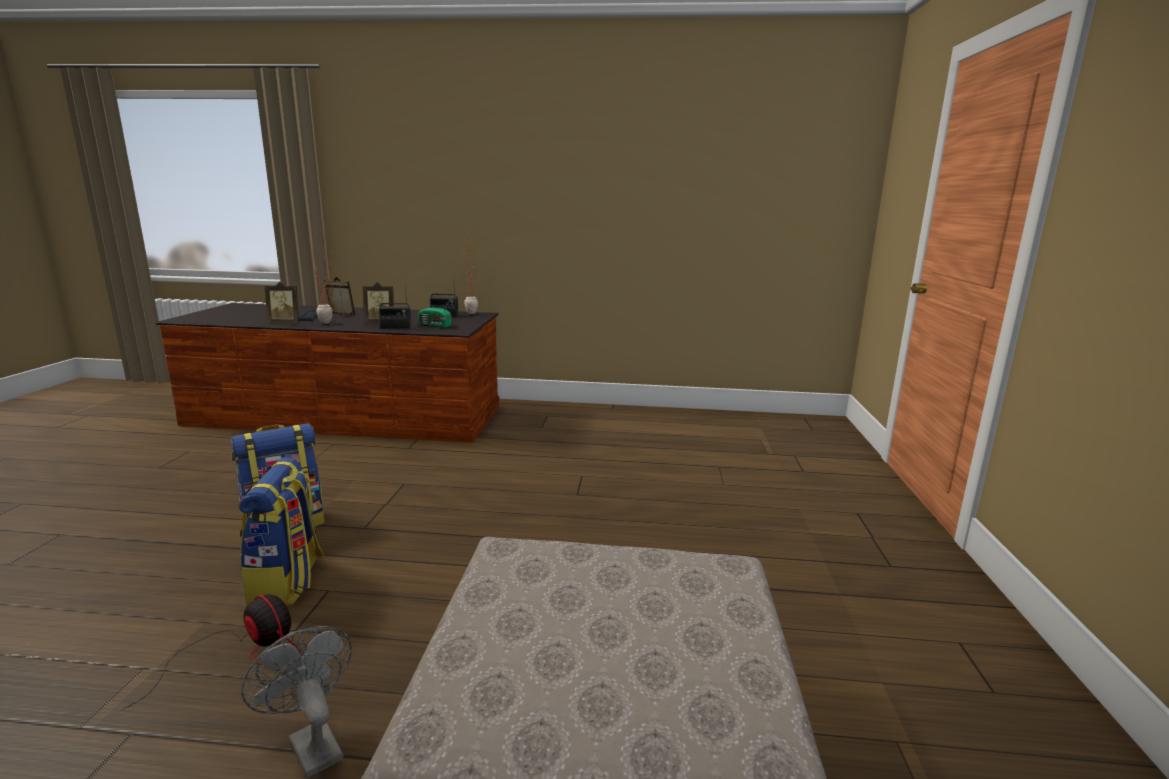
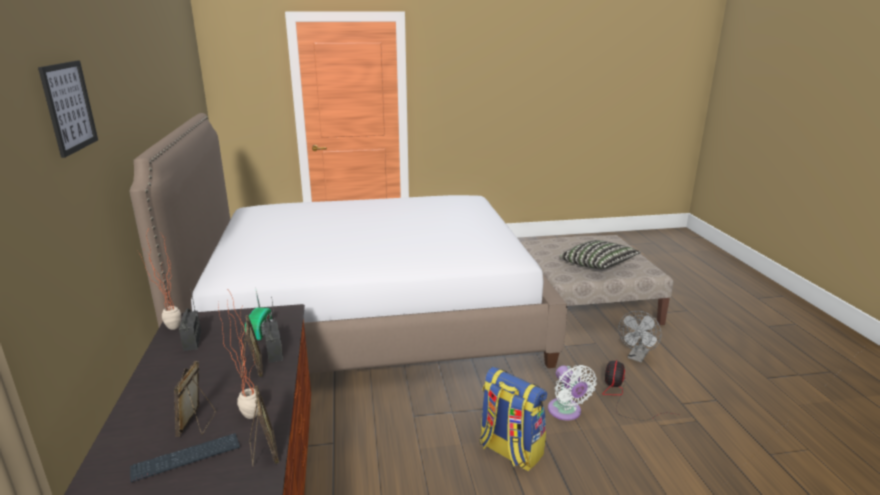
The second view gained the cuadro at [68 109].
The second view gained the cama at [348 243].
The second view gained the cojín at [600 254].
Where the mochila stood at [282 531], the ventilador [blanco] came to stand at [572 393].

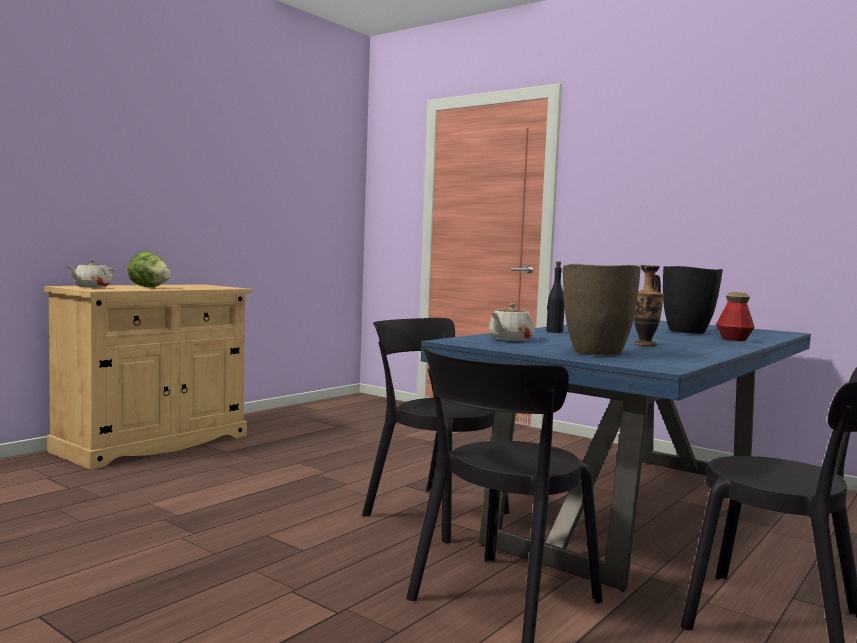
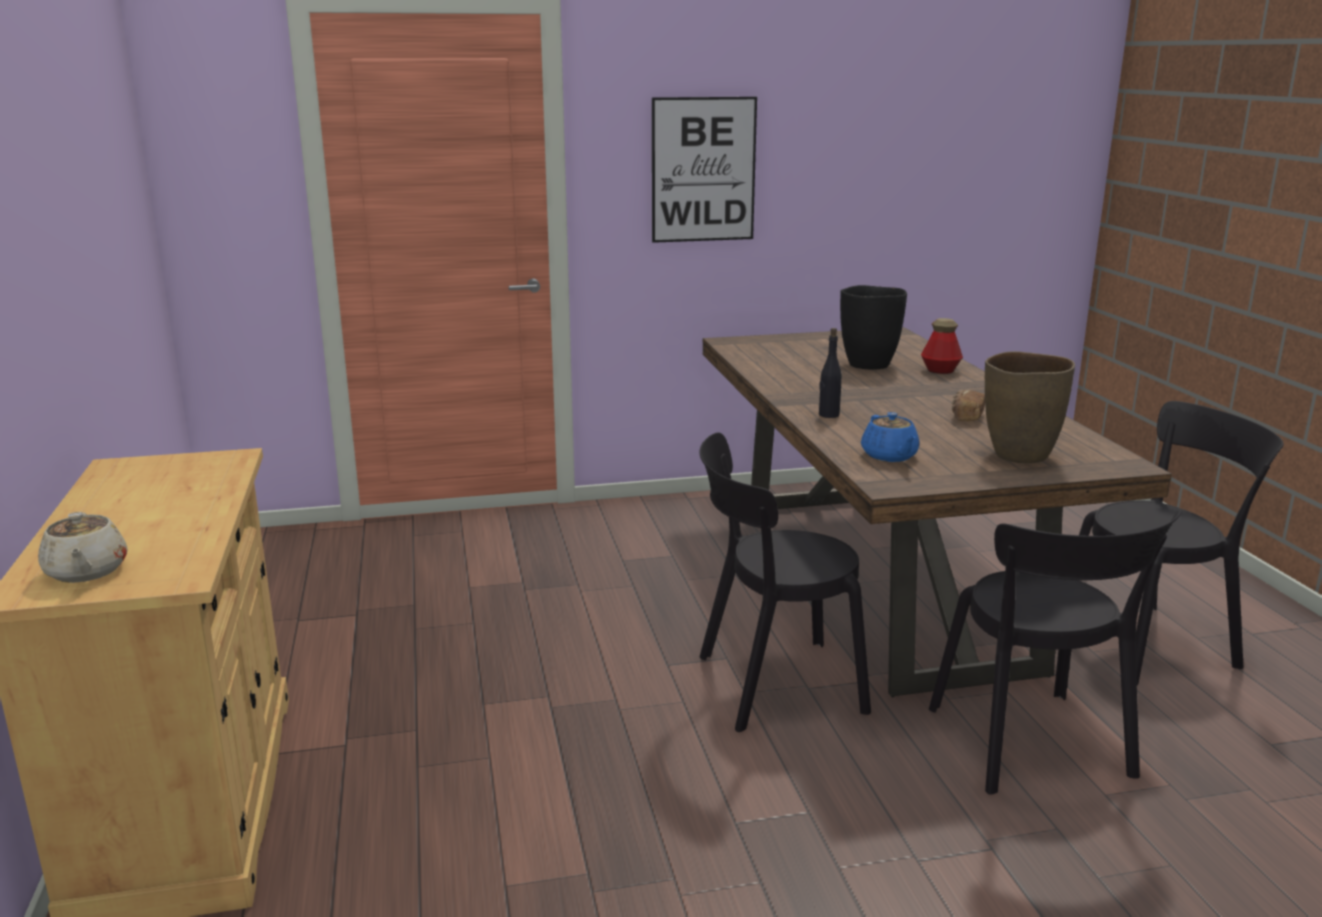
The second view lost the lechuga at [149 269].
The second view gained the cuadro at [704 170].
Where the florero stood at [649 305], the pan came to stand at [968 405].
What was the mesa de comedor [azul] at [616 456] turned into the mesa de comedor [marrón] at [937 512].
What was the tetera [beis] at [511 322] turned into the tetera [azul] at [890 437].

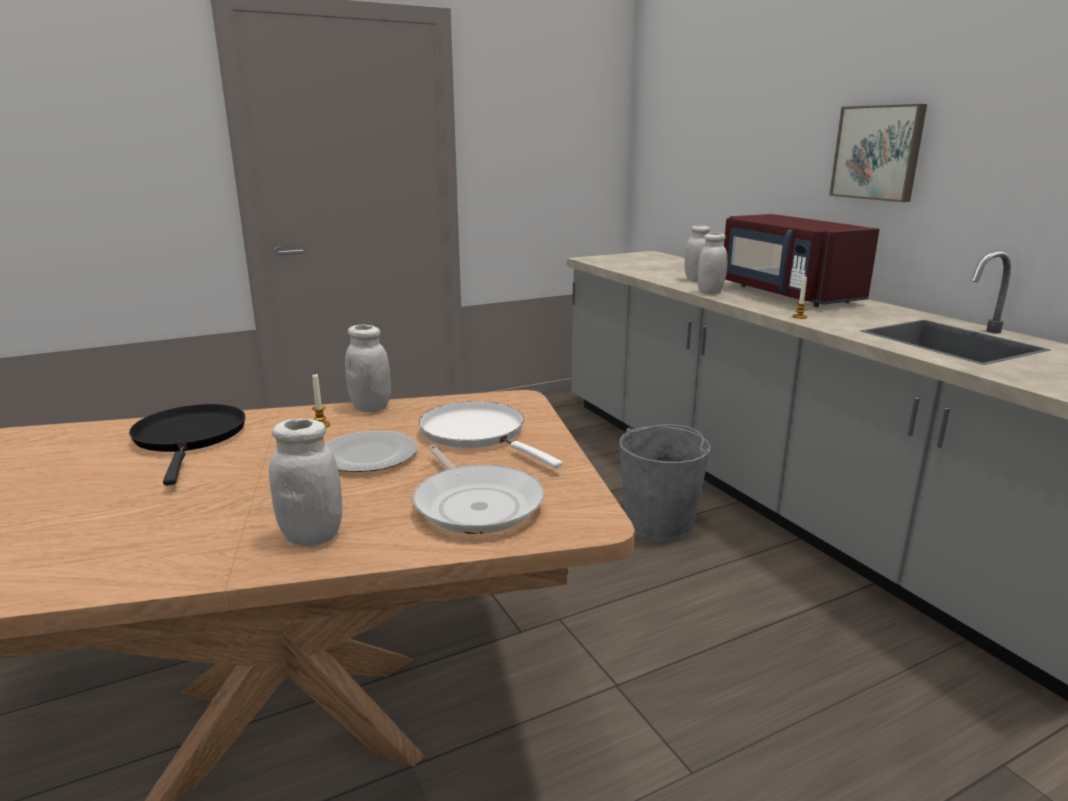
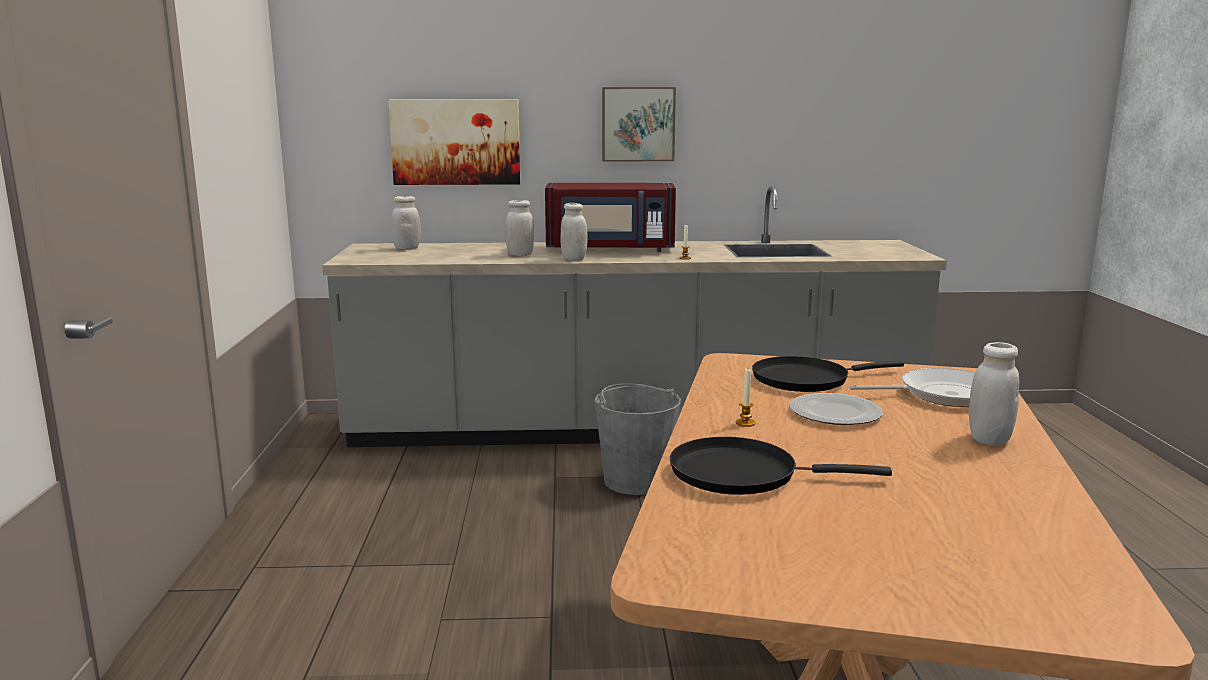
The second view gained the cuadro at [454 142].
The tarro [blanco] ended up elsewhere, having gone from [368 368] to [406 223].
What was the sartén [blanco] at [491 435] turned into the sartén [negro] at [828 374].

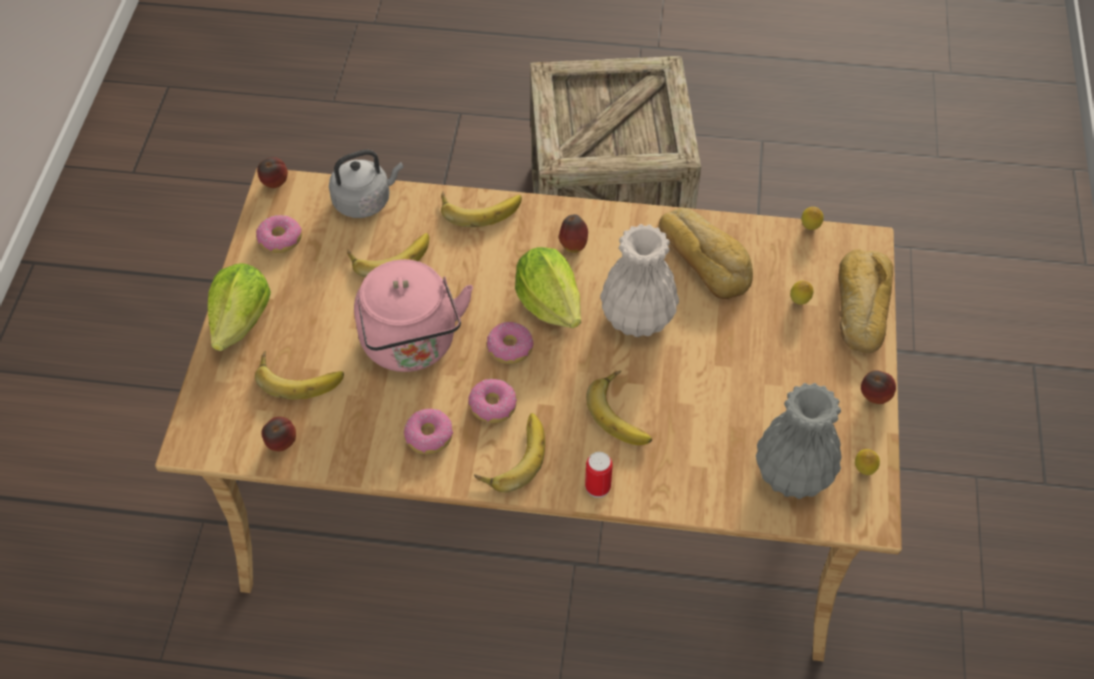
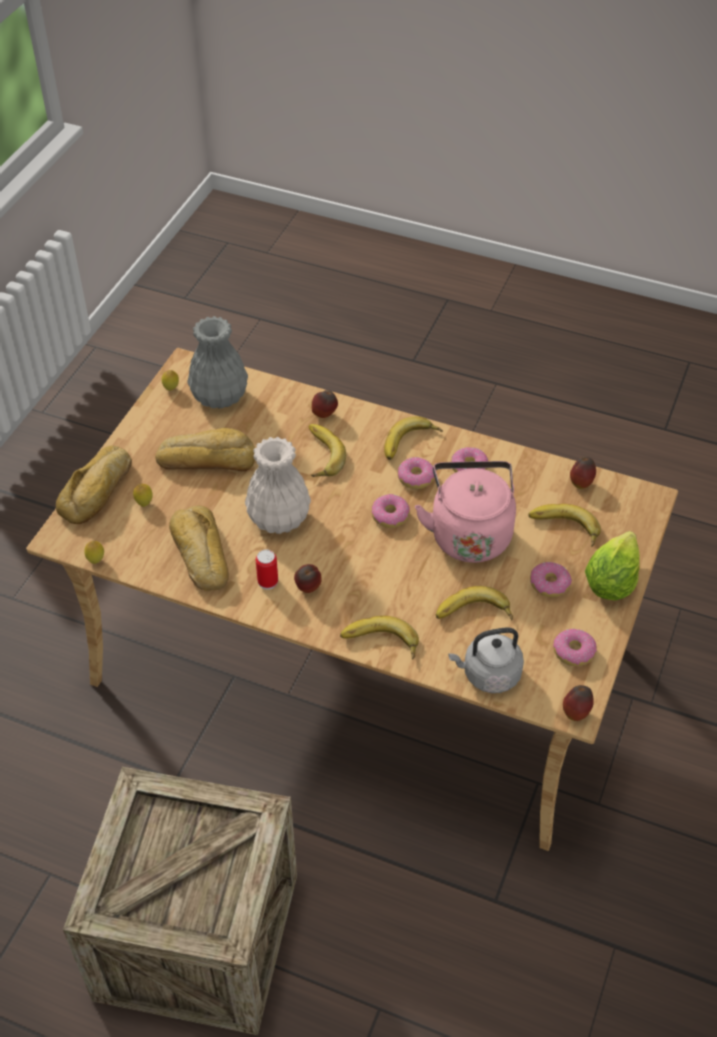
The second view lost the lechuga at [548 287].
The second view gained the pan at [205 449].
The second view gained the rosquilla at [551 579].
The lata ended up elsewhere, having gone from [599 475] to [267 569].
The manzana ended up elsewhere, having gone from [878 387] to [325 404].

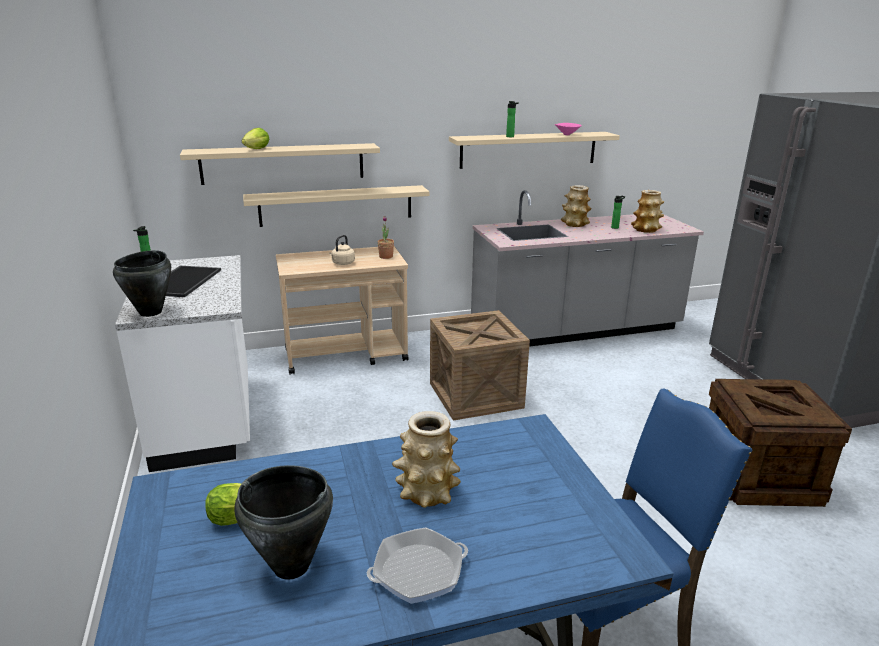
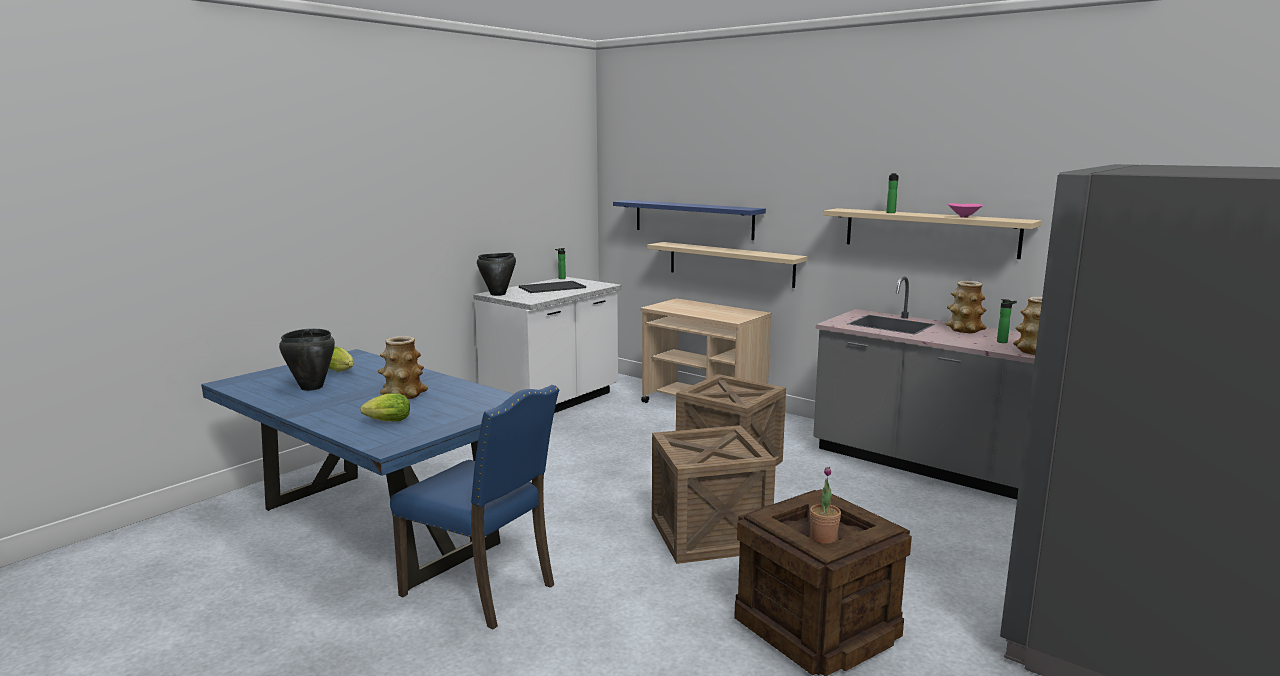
The second view lost the hervidor [beis] at [342 250].
The second view lost the sartén at [417 565].
The second view gained the caja de embalaje at [714 494].
The lechuga ended up elsewhere, having gone from [255 138] to [385 407].
The planta en maceta ended up elsewhere, having gone from [386 237] to [825 505].
What was the estante [beis] at [280 164] turned into the estante [azul] at [689 220].

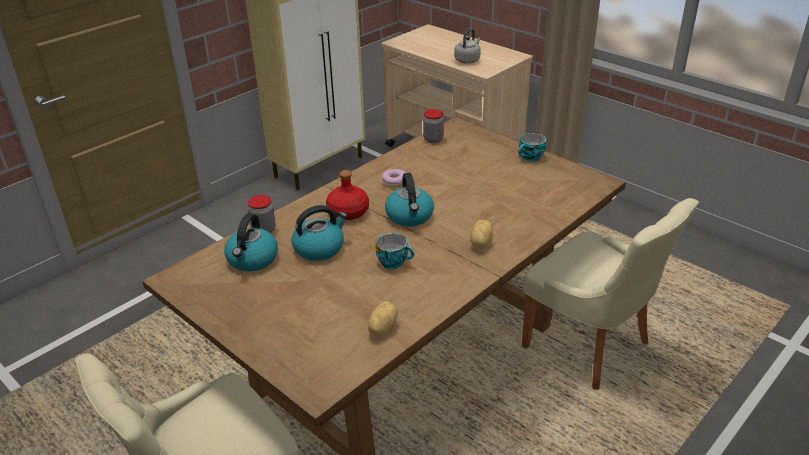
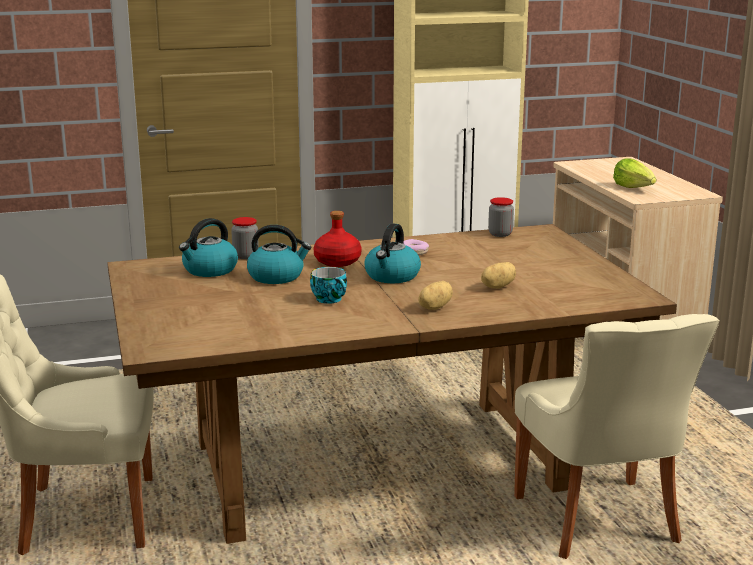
The second view lost the taza at [532 147].
The patata ended up elsewhere, having gone from [383 318] to [498 275].
Where the hervidor [gris] stood at [467 46], the lechuga came to stand at [634 173].

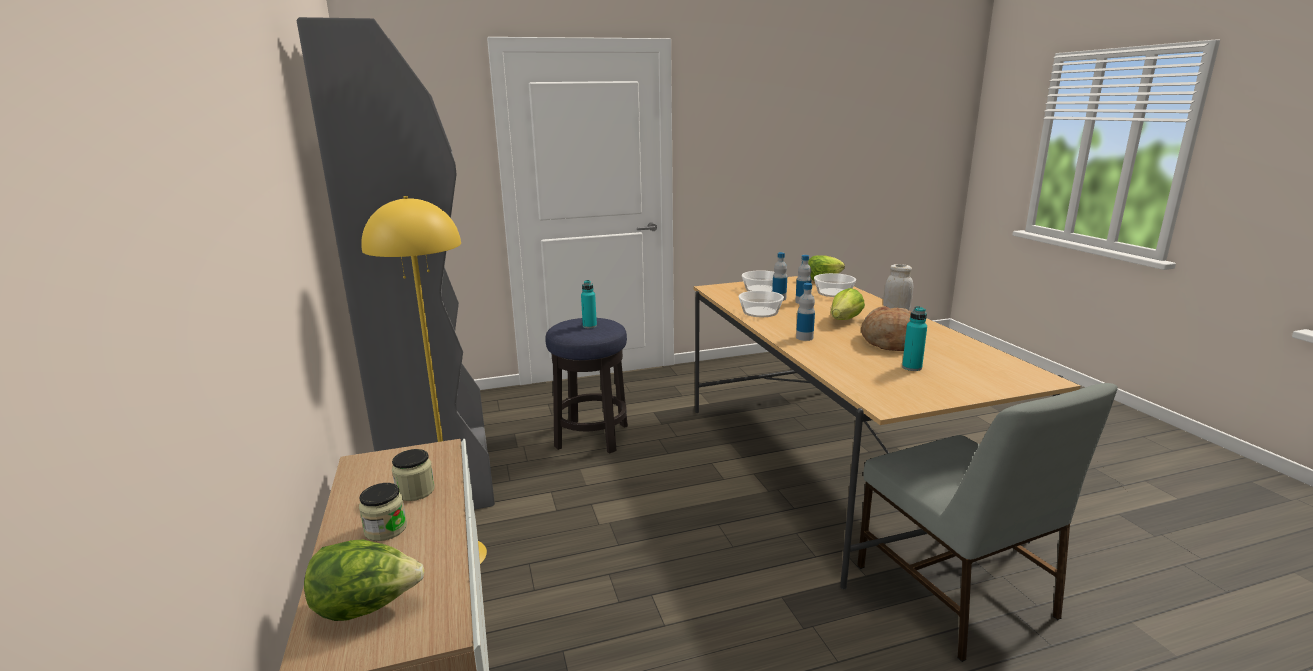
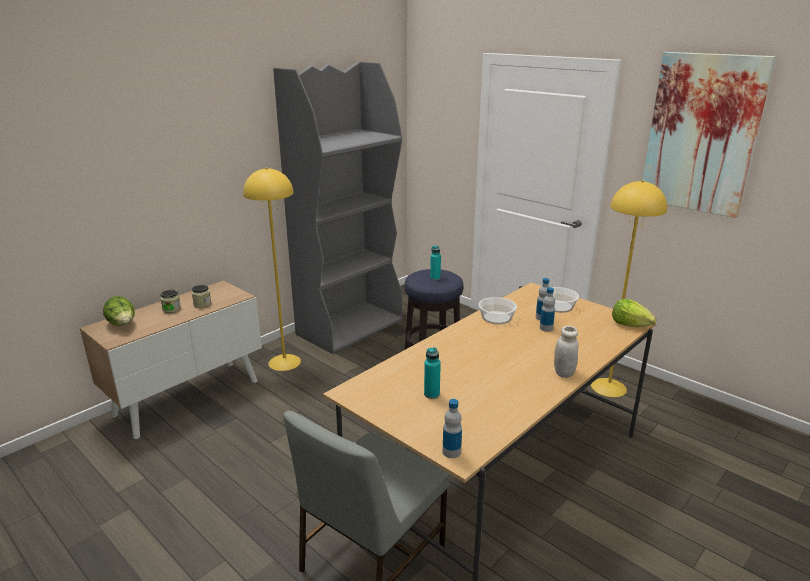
The second view lost the cuenco at [835 285].
The second view lost the lechuga at [848 304].
The second view lost the pan at [886 328].
The second view gained the lámpara de pie [amarillo] at [629 288].
The second view gained the cuadro at [709 135].
The botella ended up elsewhere, having gone from [805 312] to [452 428].

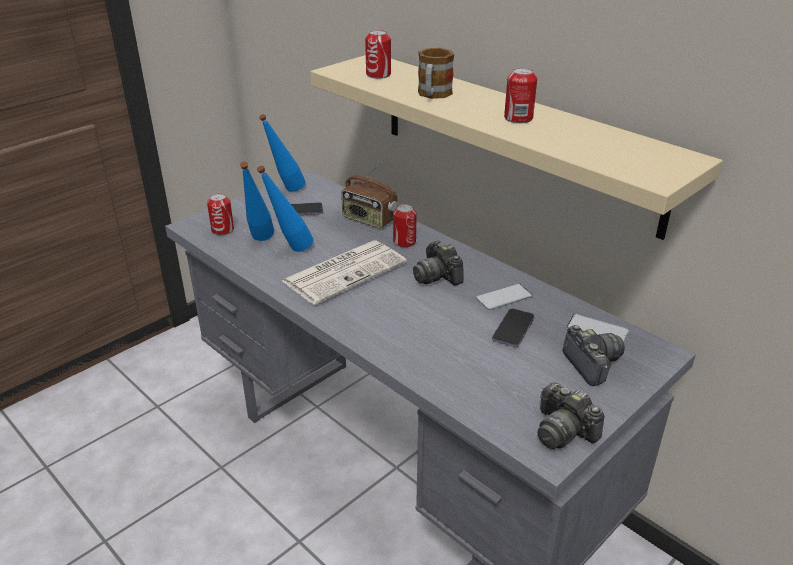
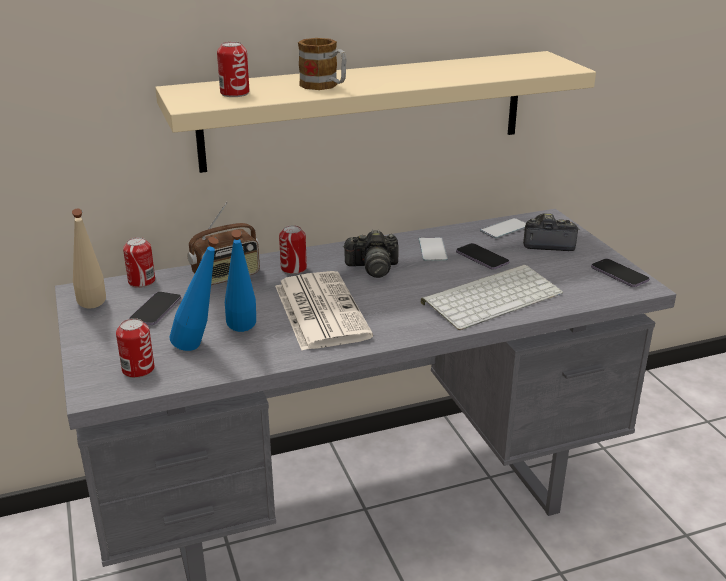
The second view gained the teclado at [492 297].
The lata ended up elsewhere, having gone from [520 96] to [139 262].
Where the cámara stood at [571 415], the móvil came to stand at [620 273].
What was the botella [azul] at [282 153] turned into the botella [beis] at [89 259].

